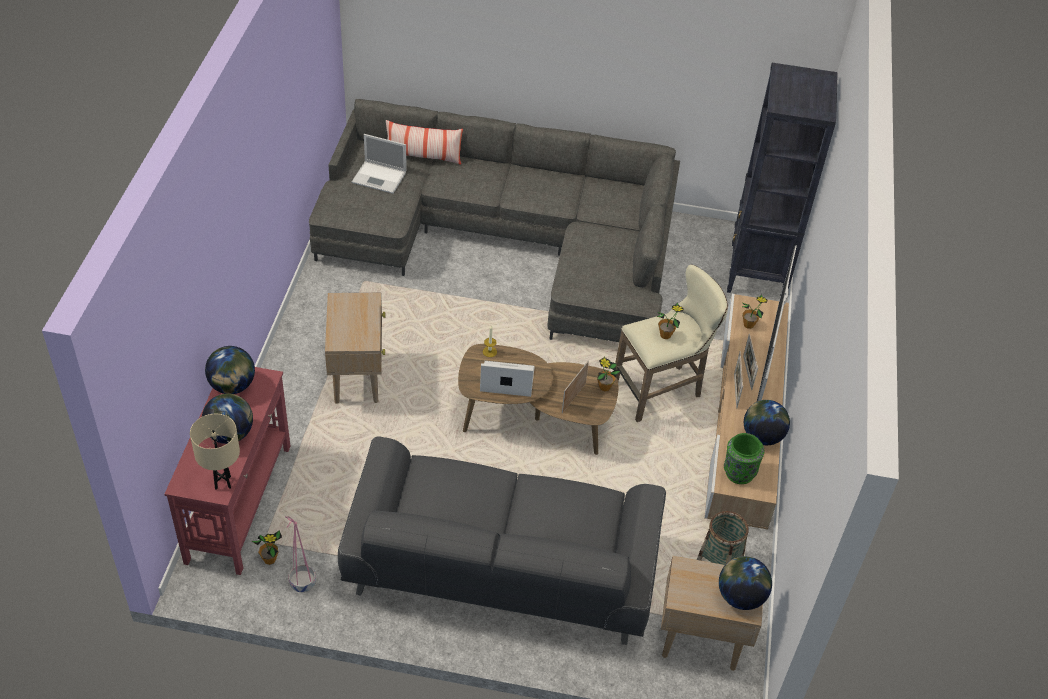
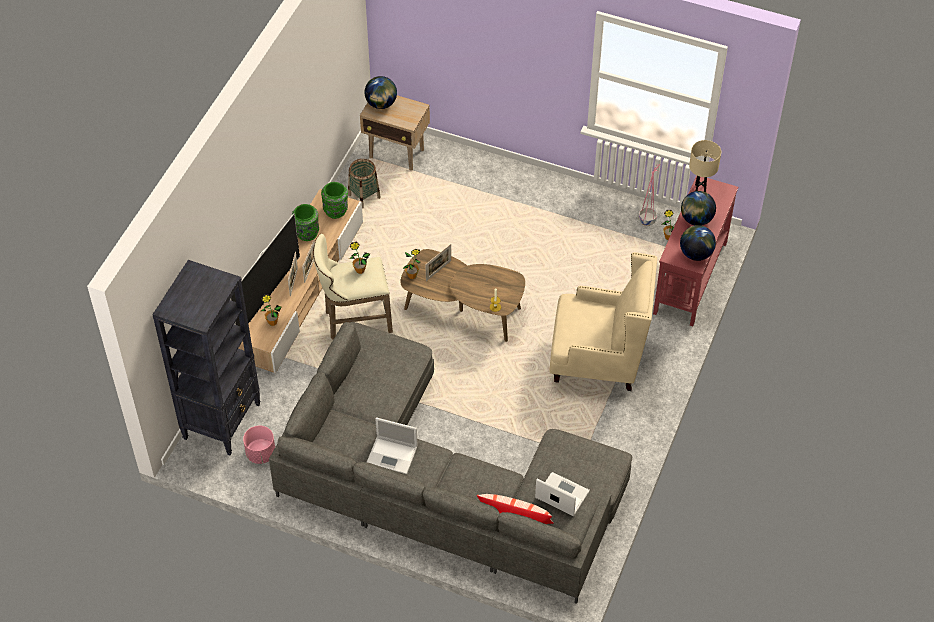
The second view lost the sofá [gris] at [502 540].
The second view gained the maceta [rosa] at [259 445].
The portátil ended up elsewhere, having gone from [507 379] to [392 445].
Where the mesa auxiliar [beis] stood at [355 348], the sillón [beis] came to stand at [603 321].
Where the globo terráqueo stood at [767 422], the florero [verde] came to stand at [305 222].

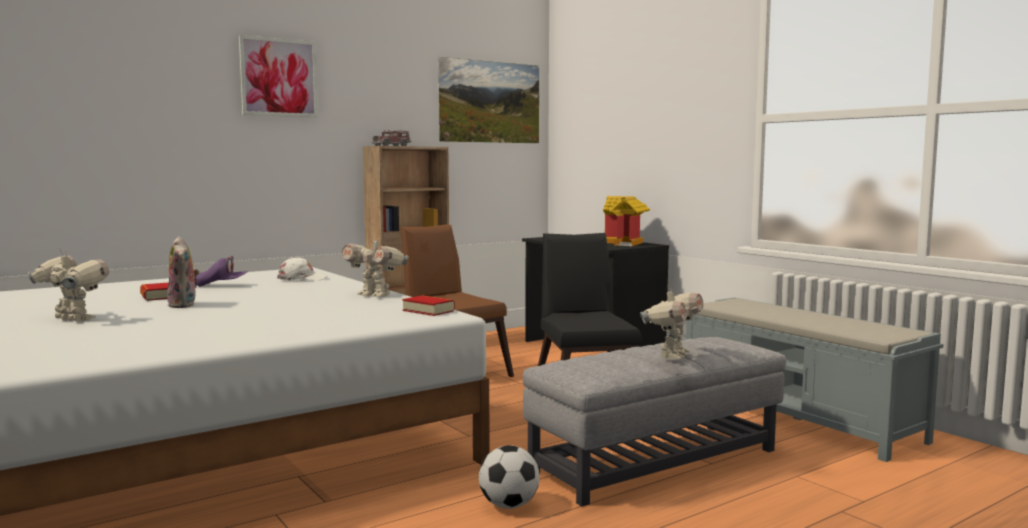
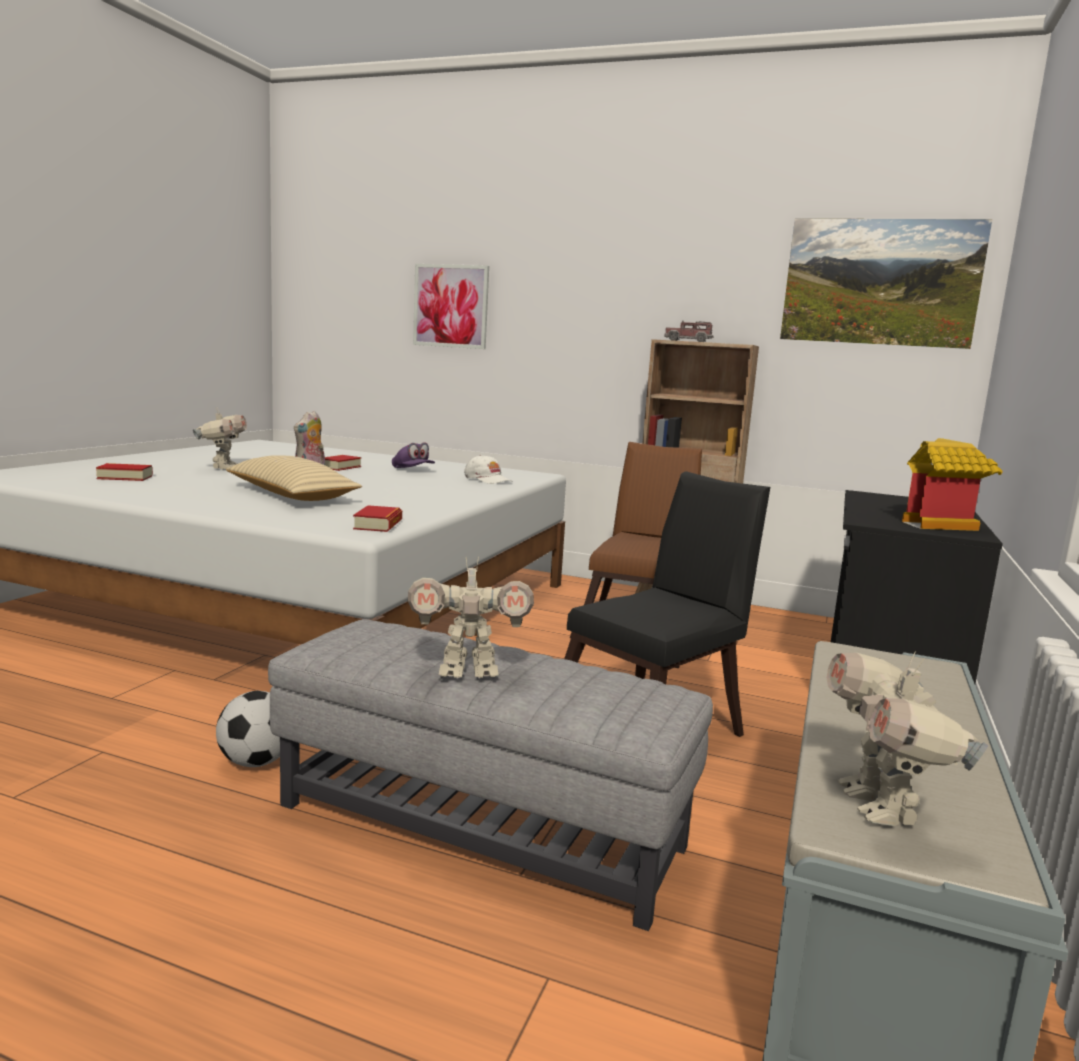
The second view gained the libro at [124 472].
The second view gained the cojín [beis] at [294 478].
The cuadro ended up elsewhere, having gone from [278 76] to [451 306].
The robot de juguete ended up elsewhere, having gone from [375 266] to [908 738].

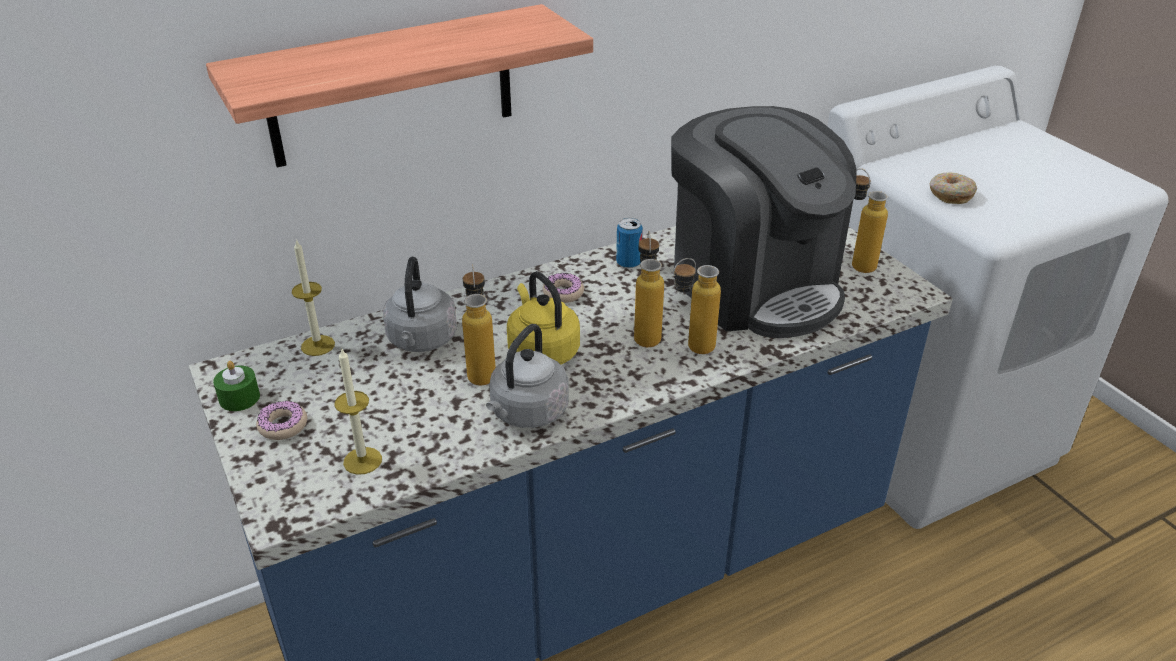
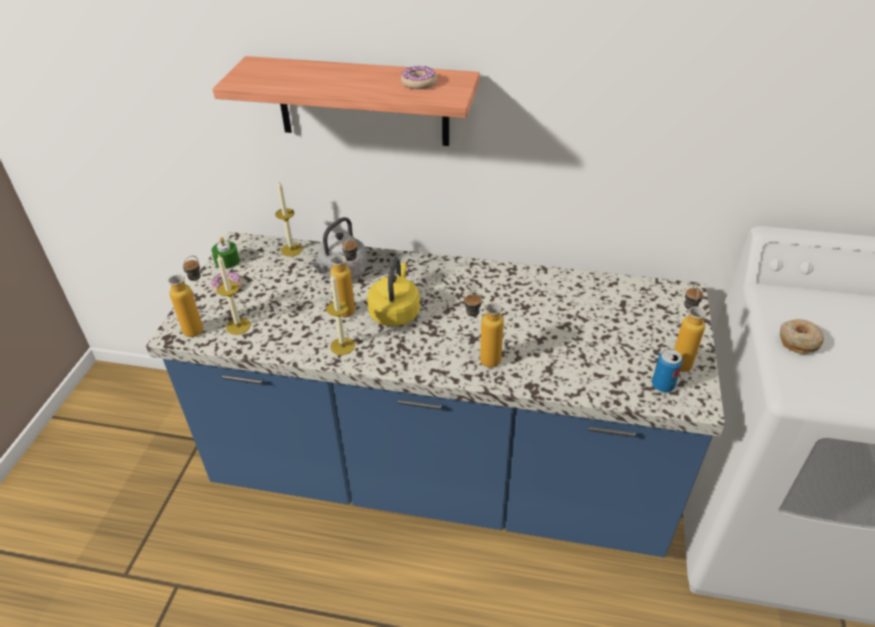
The second view lost the cafetera at [764 222].
The rosquilla ended up elsewhere, having gone from [563 288] to [419 77].
The lata ended up elsewhere, having gone from [629 243] to [667 370].
The botella ended up elsewhere, having gone from [649 289] to [185 296].
Where the hervidor [gris] stood at [527 376], the vela came to stand at [340 314].

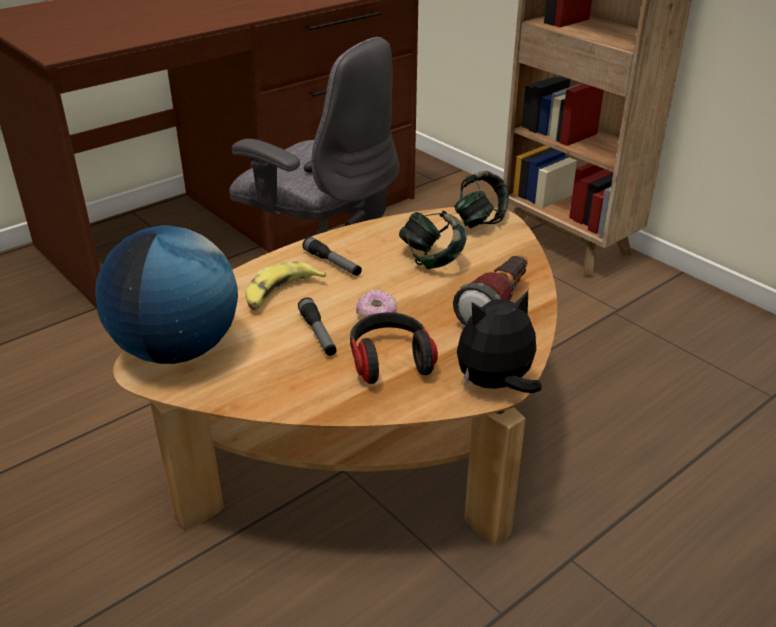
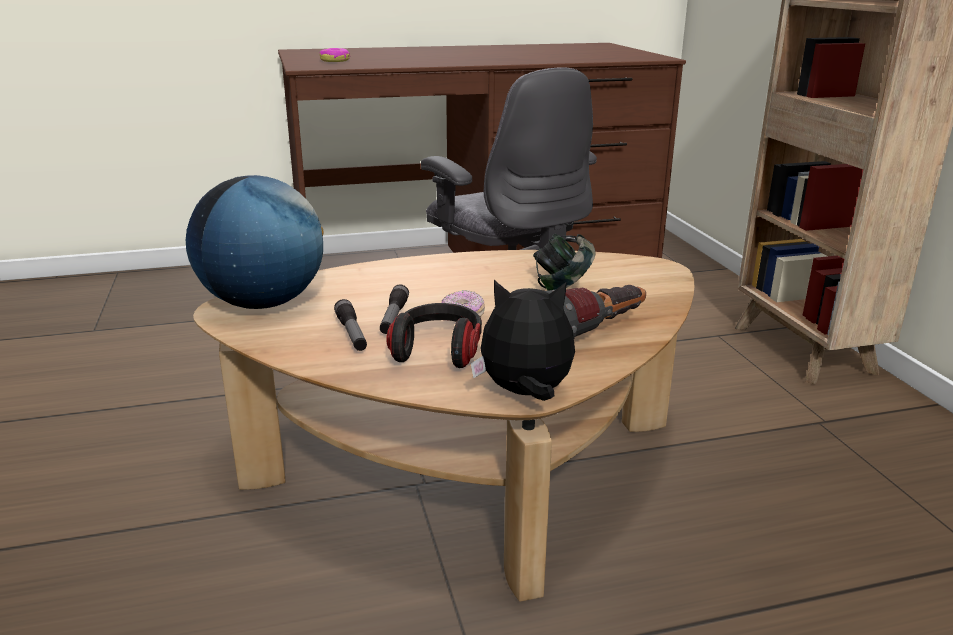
The second view lost the plátano at [285 286].
The second view lost the auriculares at [481 199].
The second view gained the rosquilla at [334 55].
The linterna ended up elsewhere, having gone from [332 256] to [350 325].

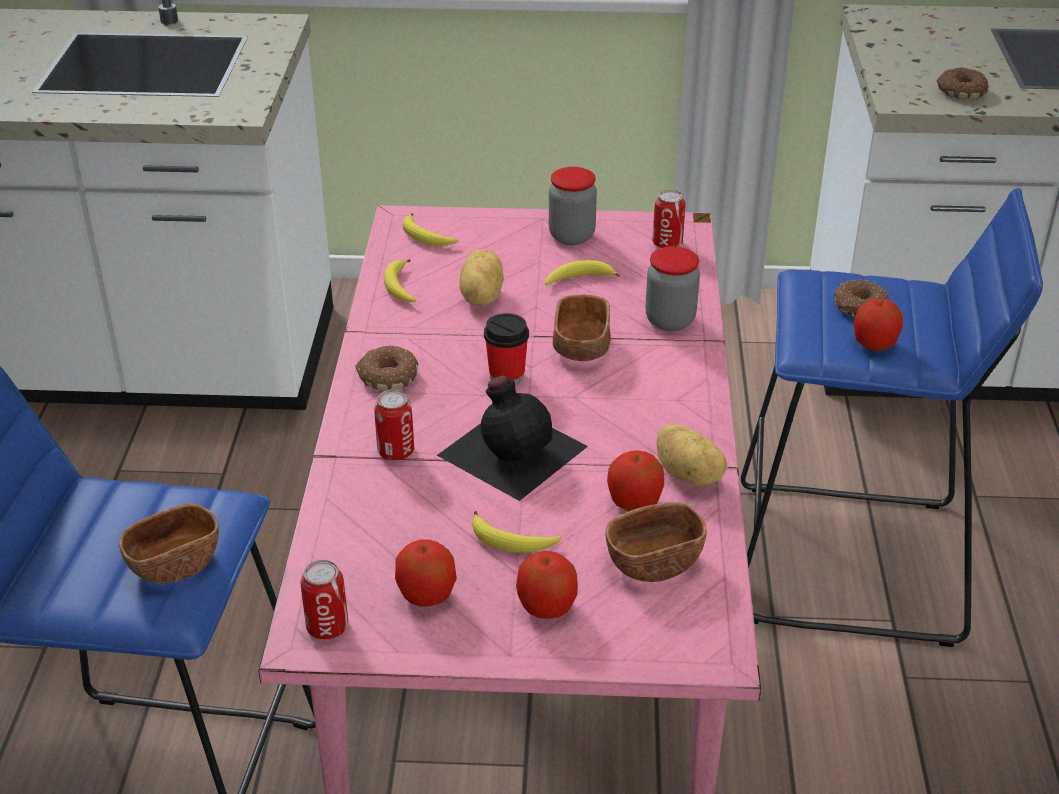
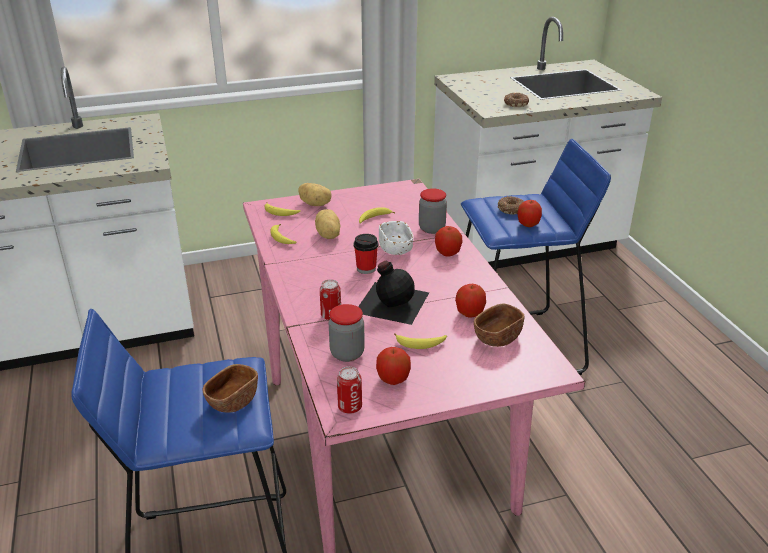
The second view lost the rosquilla at [387 368].
The second view lost the lata at [669 219].
The manzana ended up elsewhere, having gone from [547 585] to [448 241].
The tarro ended up elsewhere, having gone from [573 206] to [347 333].
The patata ended up elsewhere, having gone from [692 455] to [315 194].
What was the cuenco [marrón] at [582 327] turned into the cuenco [blanco] at [396 238].

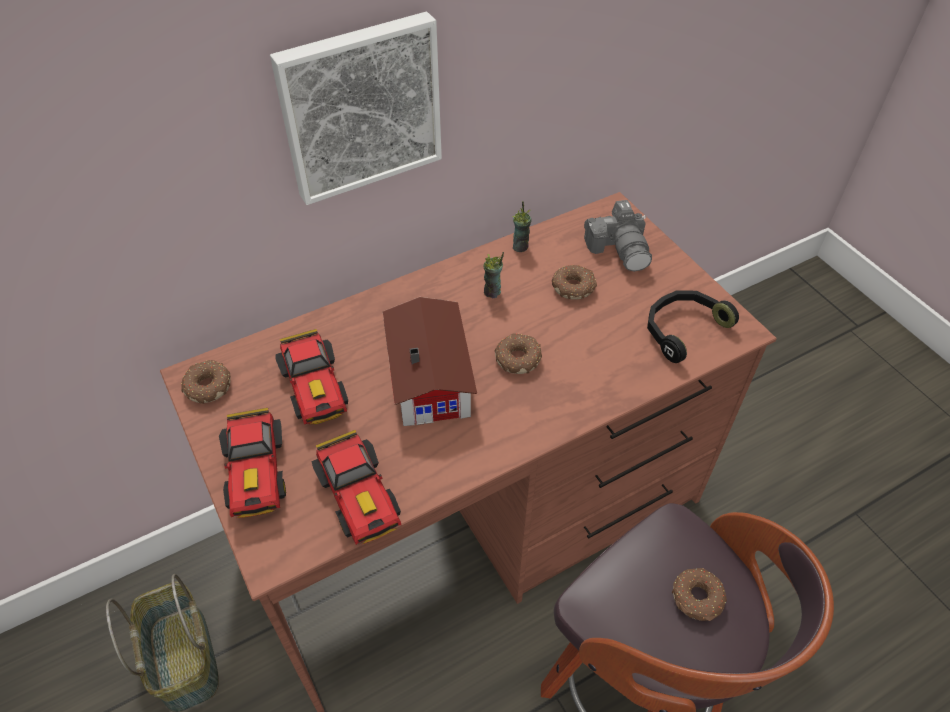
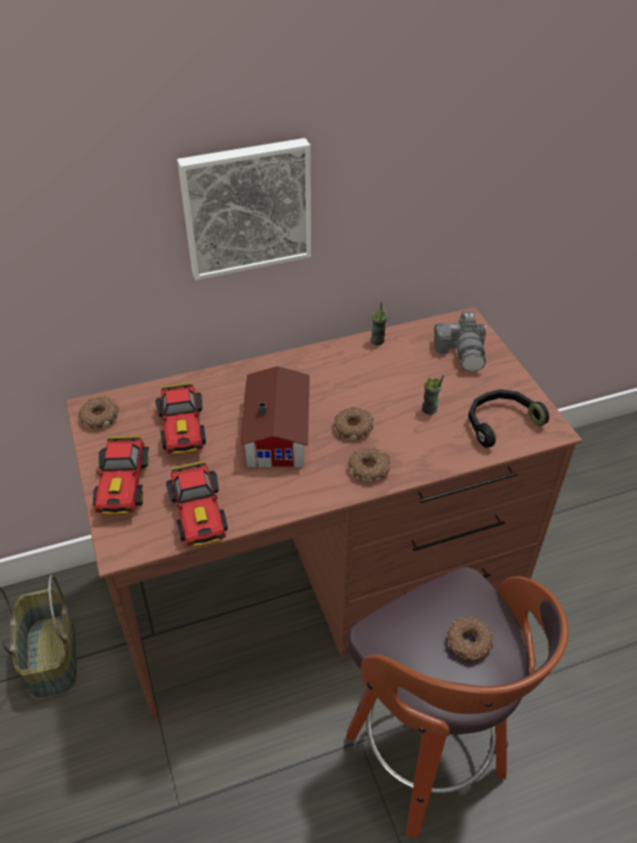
The taza ended up elsewhere, having gone from [493 275] to [433 395].
The rosquilla ended up elsewhere, having gone from [574 282] to [369 464].

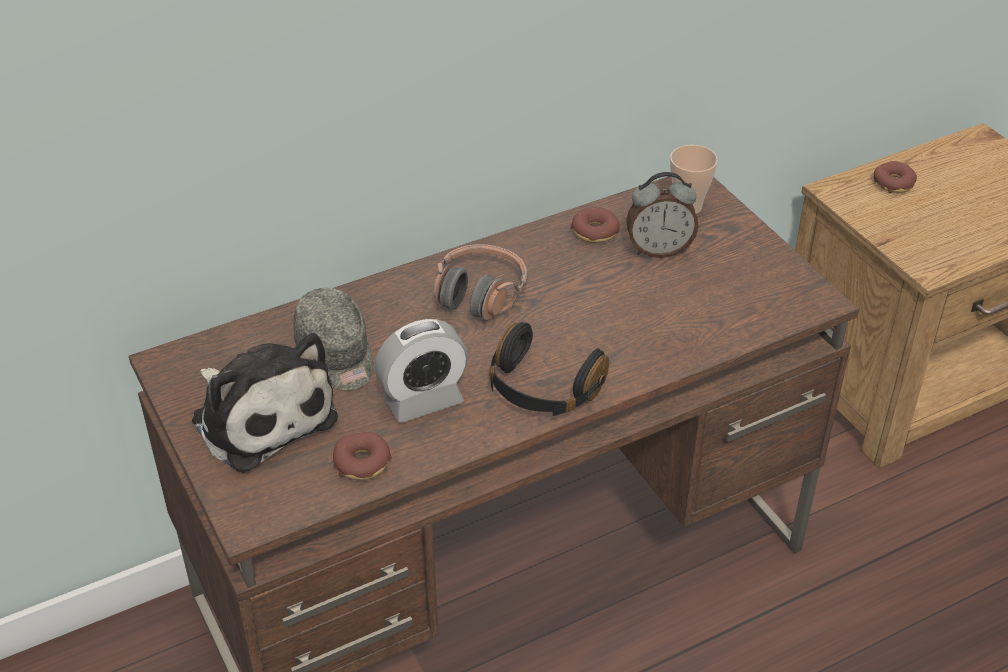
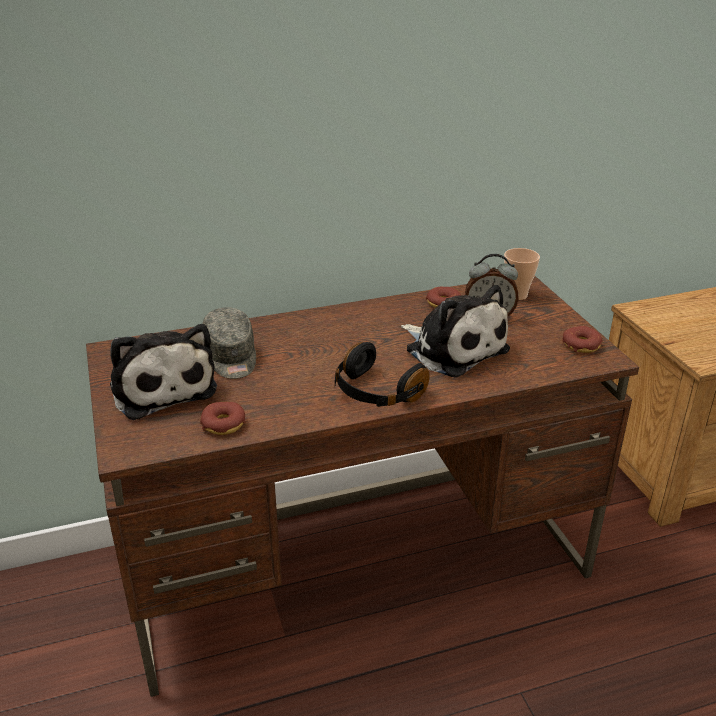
The second view lost the despertador at [421 371].
The second view lost the auriculares at [481 282].
The second view gained the peluche at [455 331].
The rosquilla ended up elsewhere, having gone from [895 177] to [582 339].

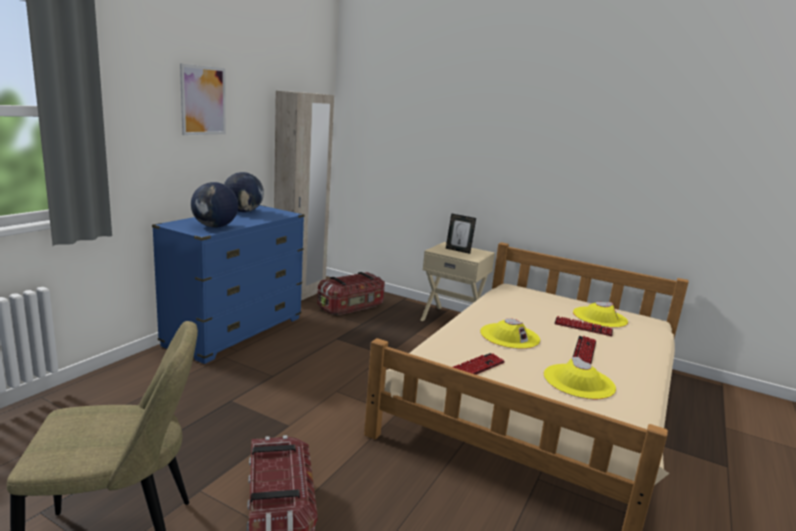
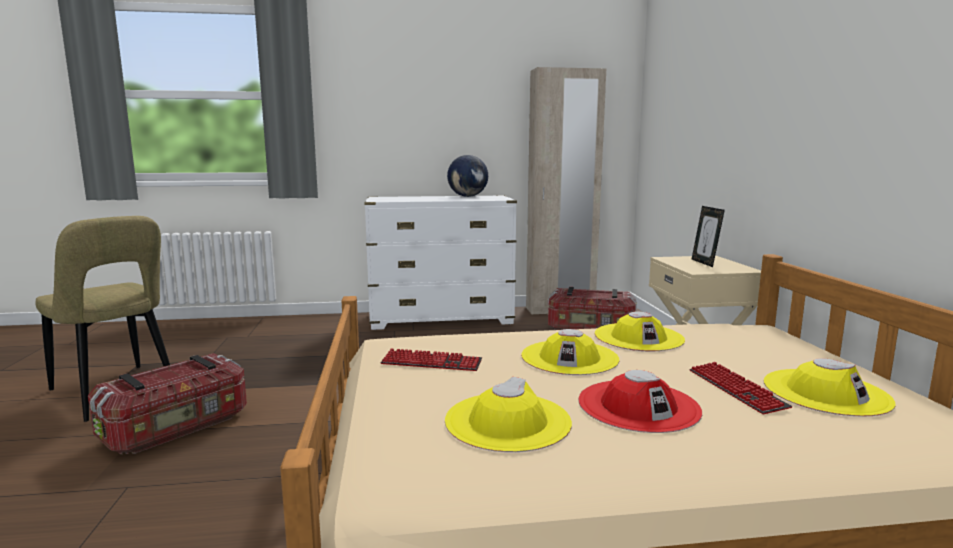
The second view lost the cuadro at [203 99].
The second view lost the globo terráqueo at [214 205].
The second view gained the sombrero [amarillo] at [640 331].
Where the teclado stood at [584 350], the sombrero [rojo] came to stand at [640 401].
What was the cómoda [azul] at [228 284] turned into the cómoda [blanco] at [440 262].

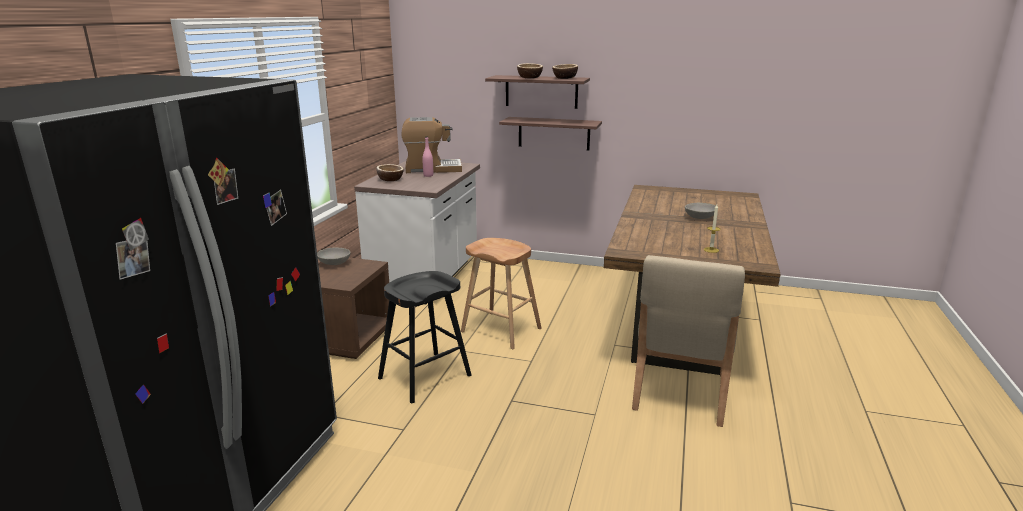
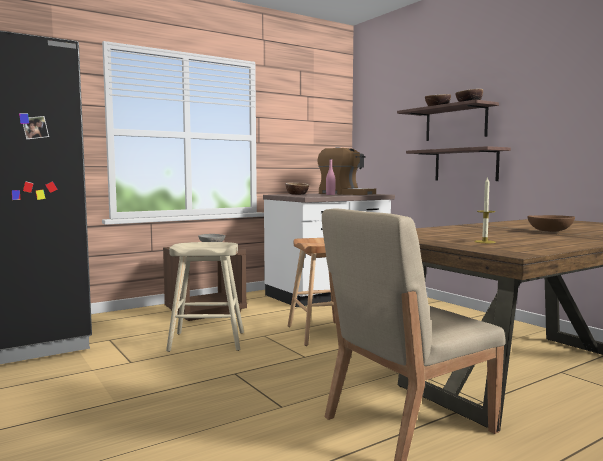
What was the taburete [negro] at [424 337] turned into the taburete [beis] at [205 297].
What was the cuenco [gris] at [700 211] turned into the cuenco [marrón] at [551 223].

